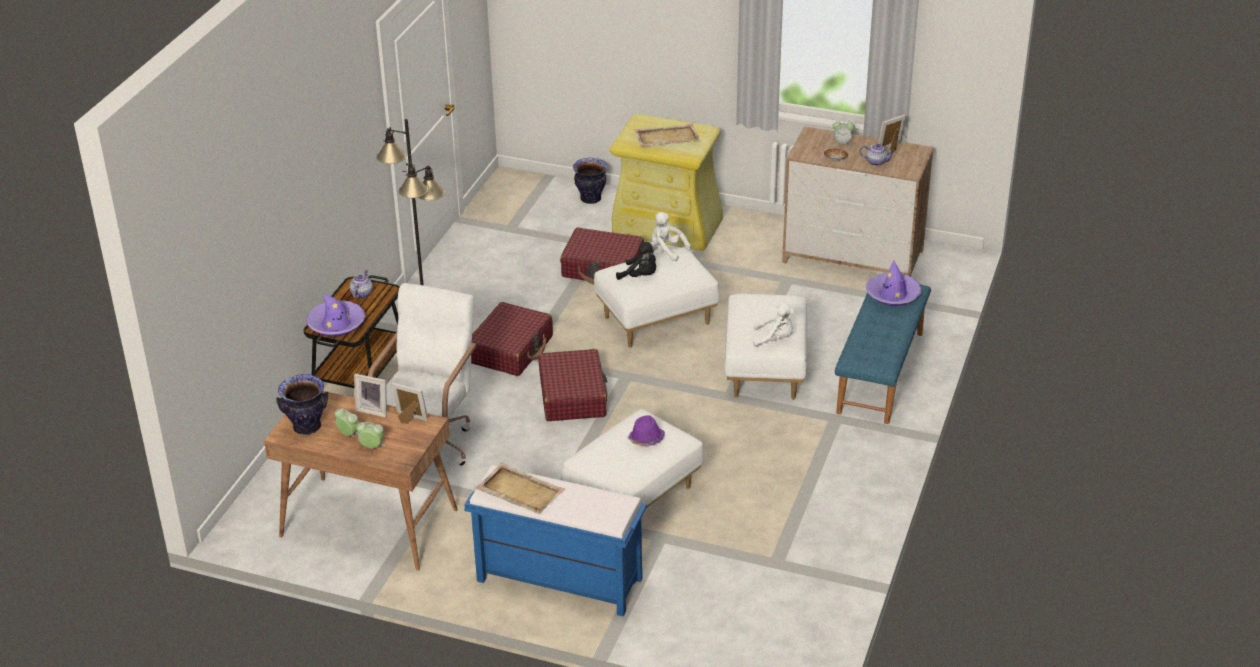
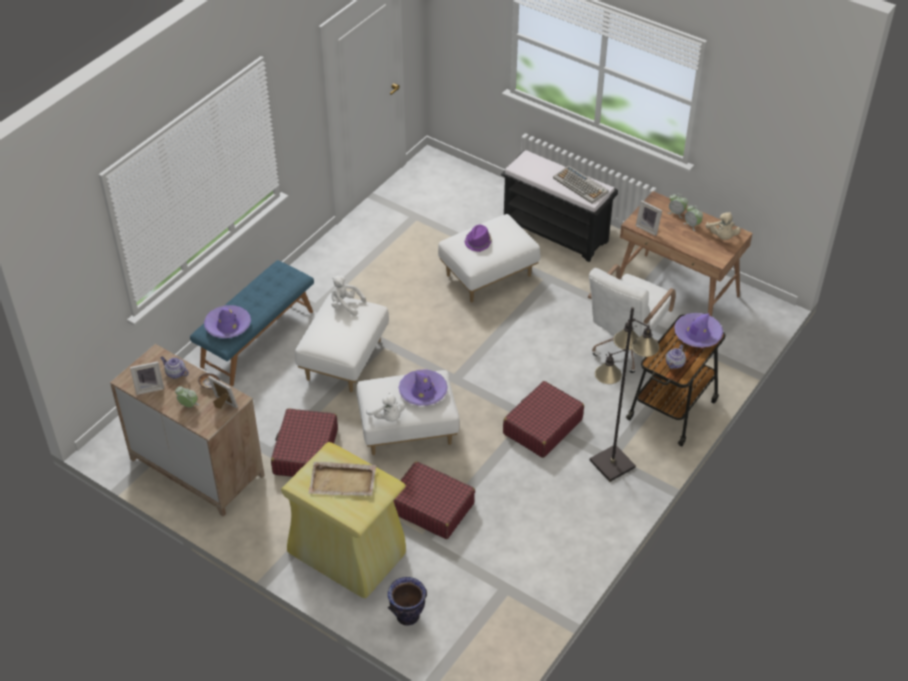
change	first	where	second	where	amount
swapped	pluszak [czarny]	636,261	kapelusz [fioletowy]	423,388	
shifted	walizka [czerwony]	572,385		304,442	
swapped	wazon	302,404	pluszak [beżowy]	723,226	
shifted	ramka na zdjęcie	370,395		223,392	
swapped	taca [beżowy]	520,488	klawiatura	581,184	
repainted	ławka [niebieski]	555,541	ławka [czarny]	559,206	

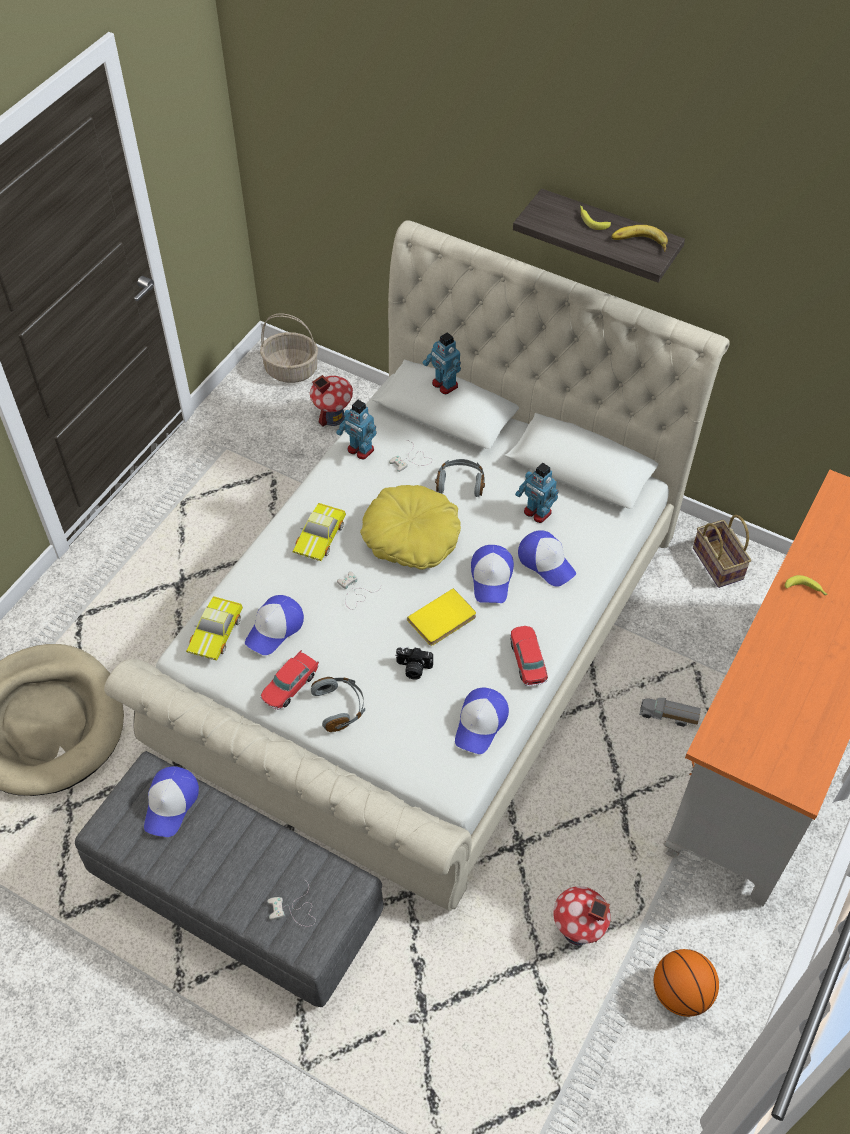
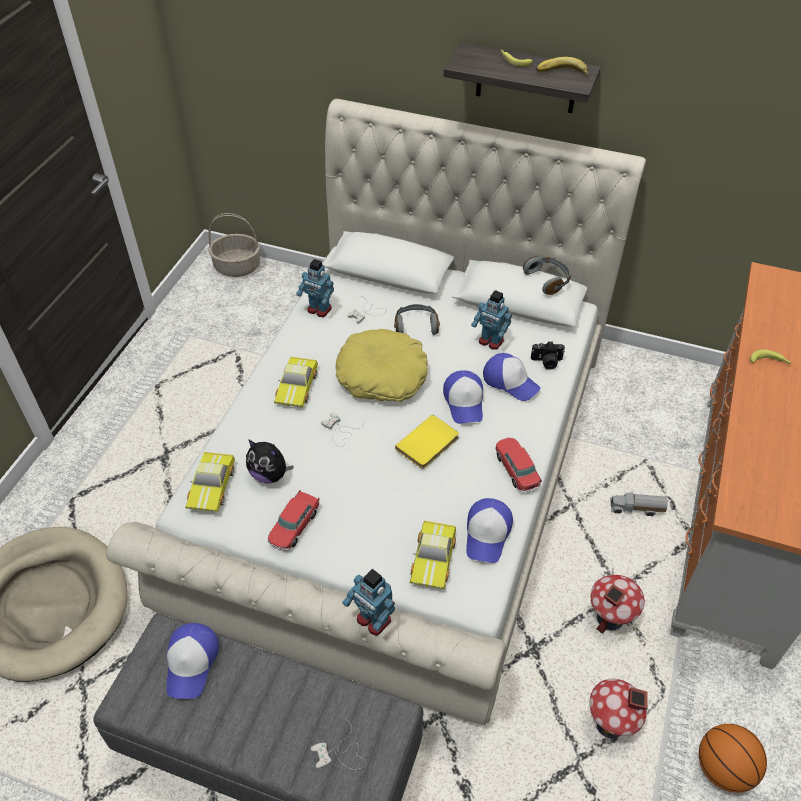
change	first	where	second	where	amount
shifted	robot zabawkowy	442,363		368,602	
shifted	domek	331,401		617,604	
gone	koszyk	722,551			
swapped	czapka z daszkiem	274,625	pluszak	270,461	
shifted	aparat fotograficzny	414,663		548,355	
shifted	słuchawki [szary]	338,704		547,275	
new			samochodzik	433,555	

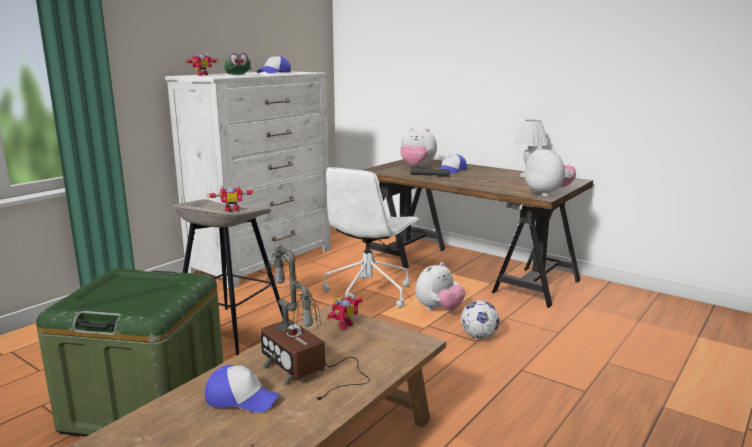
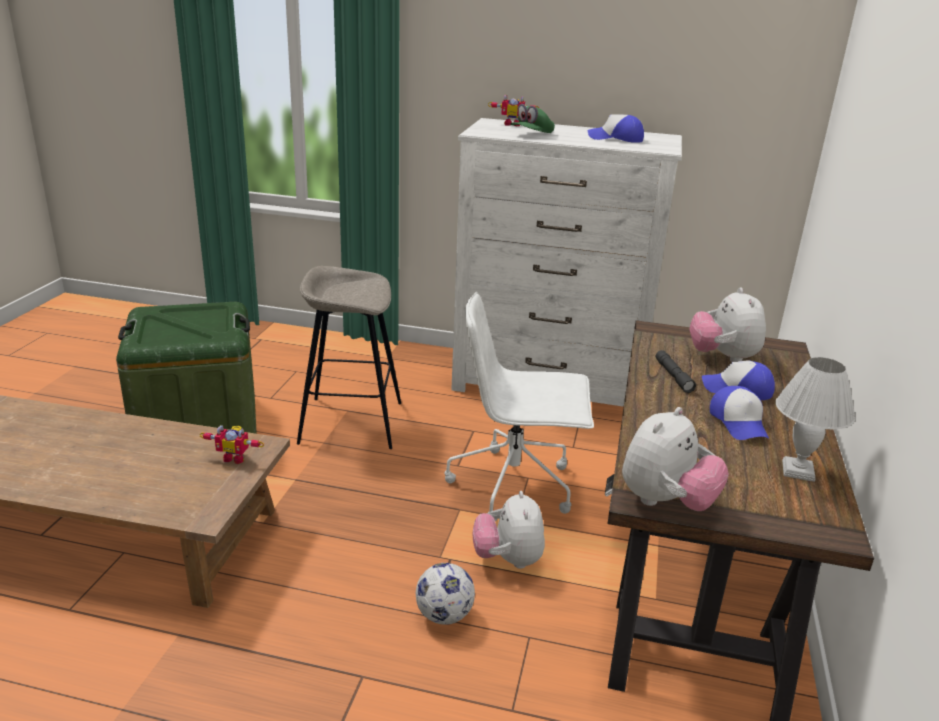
change	first	where	second	where	amount
gone	robot zabawkowy	230,198			
gone	lampa stołowa	315,323			
rotated	pluszak	440,286		509,530	60 degrees clockwise
shifted	czapka z daszkiem	242,389		739,413	

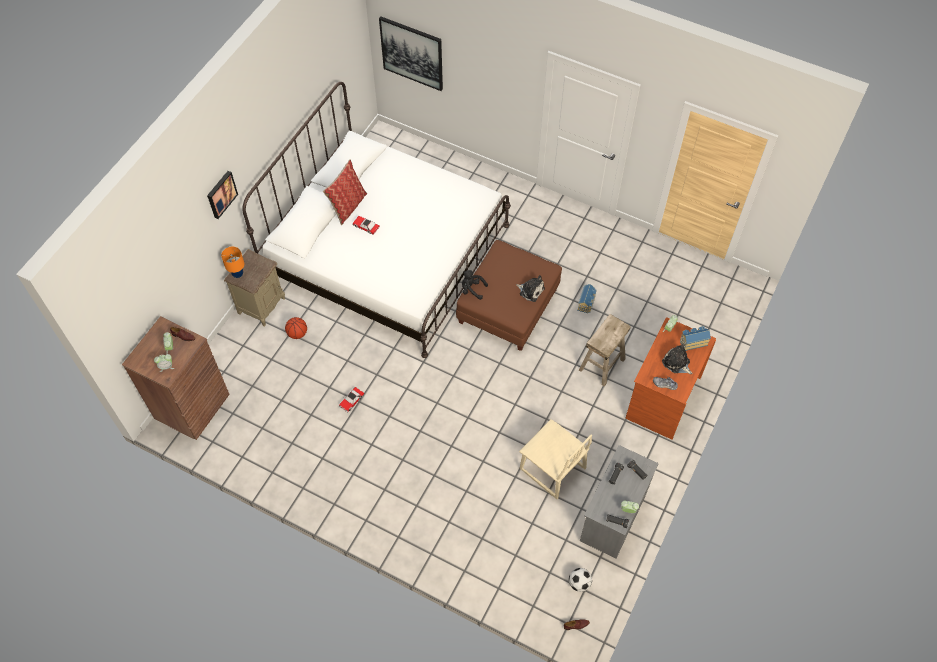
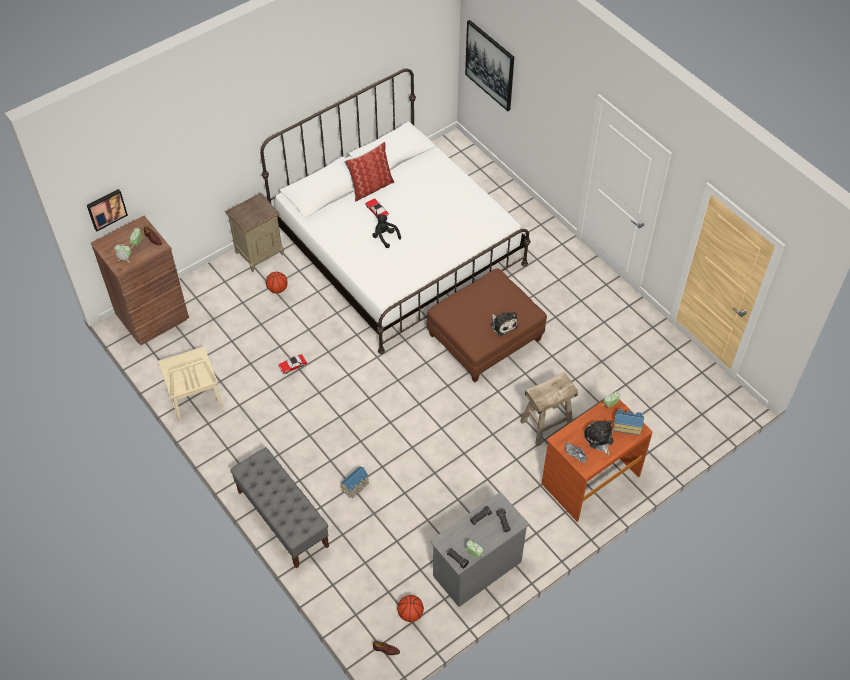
change	first	where	second	where	amount
shifted	obraz	222,195		107,210	
gone	lampa stołowa [pomarańczowy]	232,262			
shifted	pluszak [czarny]	475,285		386,231	
shifted	domek	587,298		355,482	
shifted	krzesło [beżowy]	555,459		190,384	
swapped	piłka futbolowa	580,580	piłka do koszykówki	410,608	
new			ławka [szary]	279,507	

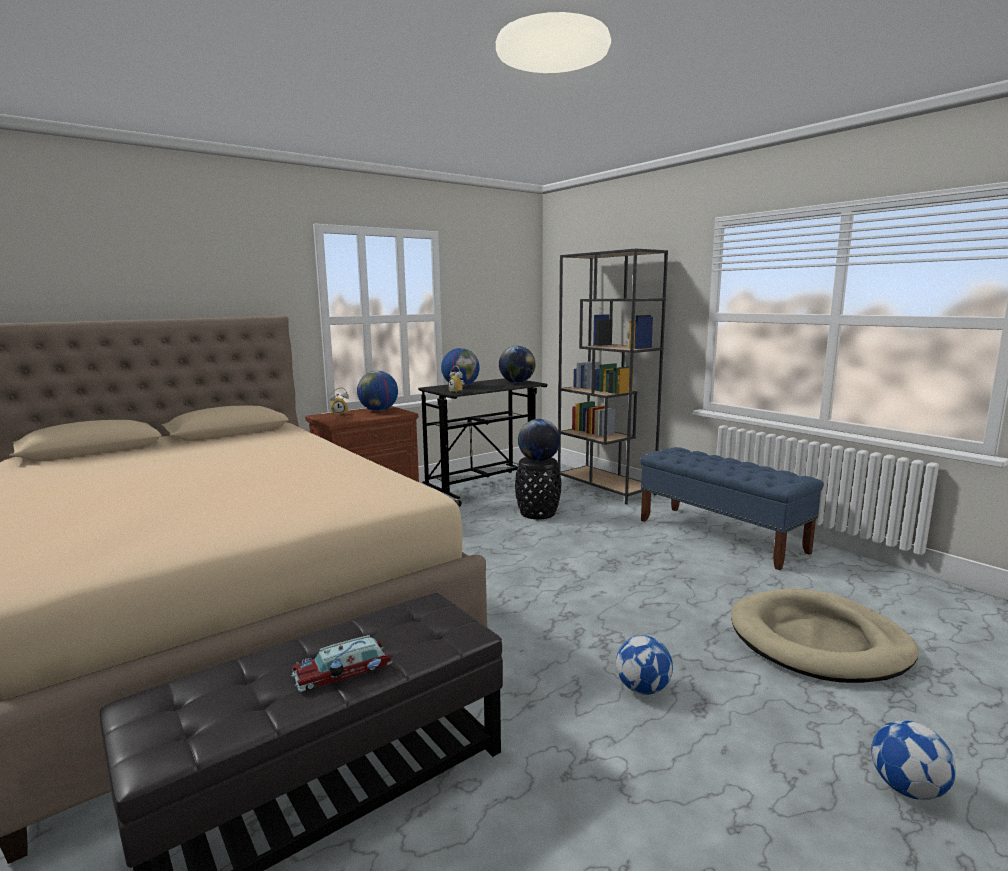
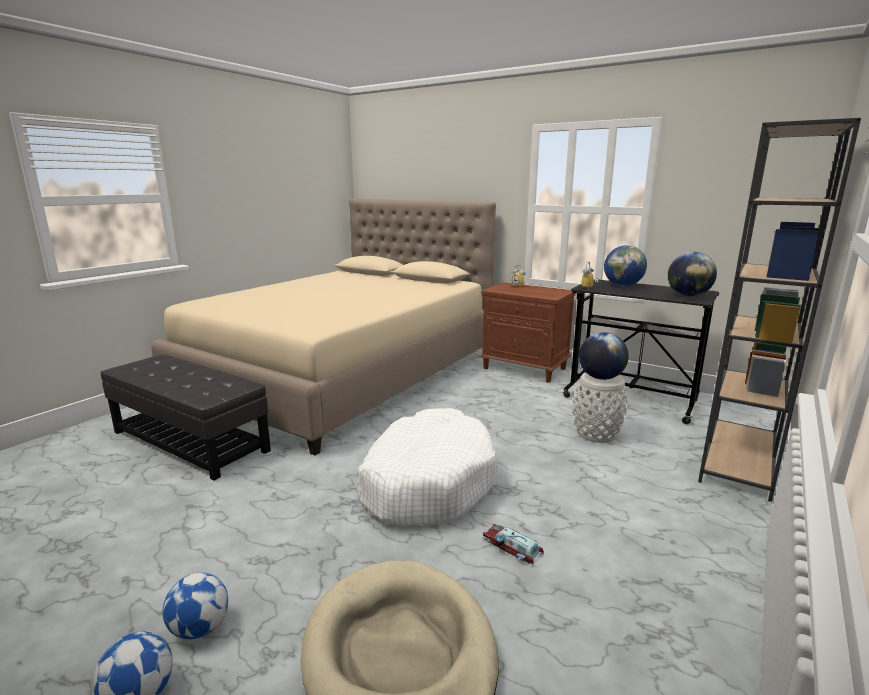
change	first	where	second	where	amount
gone	globus	377,391			
gone	ławka [niebieski]	732,508			
repainted	stołek [czarny]	538,488	stołek [biały]	600,407	
shifted	samochodzik	342,663		513,544	
shifted	piłka futbolowa	644,665		195,606	
new			legowisko [biały]	427,467	

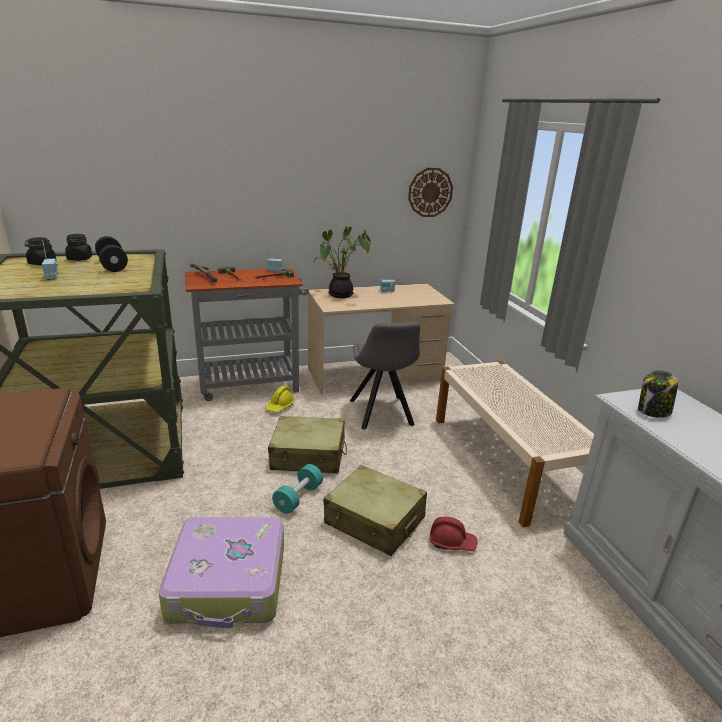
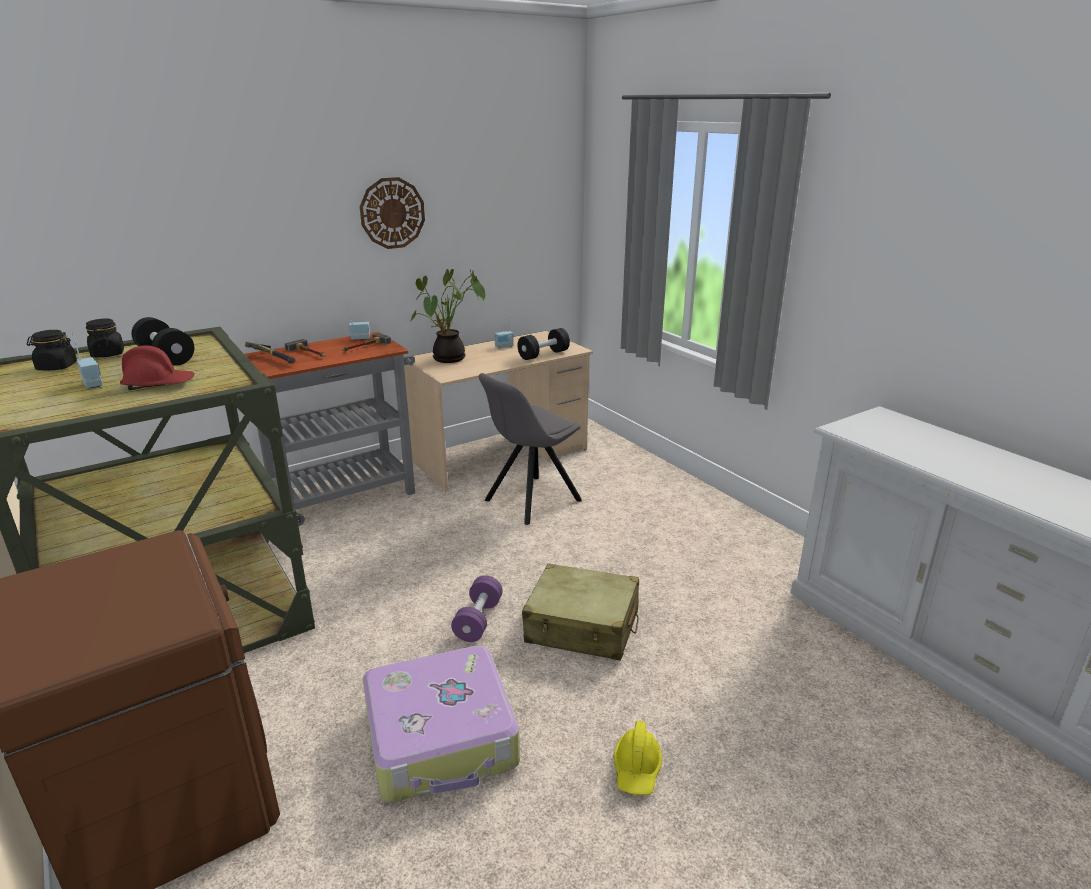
change	first	where	second	where	amount
shifted	zegar ścienny	430,192		392,213	
rotated	krzesło [szary]	385,376		530,449	75 degrees clockwise
gone	ławka [beżowy]	515,444			
gone	słoik	658,394			
shifted	kask [żółty]	280,399		638,758	
gone	walizka [beżowy]	307,445			
repainted	hantel [turkusowy]	297,489	hantel [fioletowy]	477,608	
shifted	kask [czerwony]	454,534		157,367	
new			hantel [czarny]	543,344	

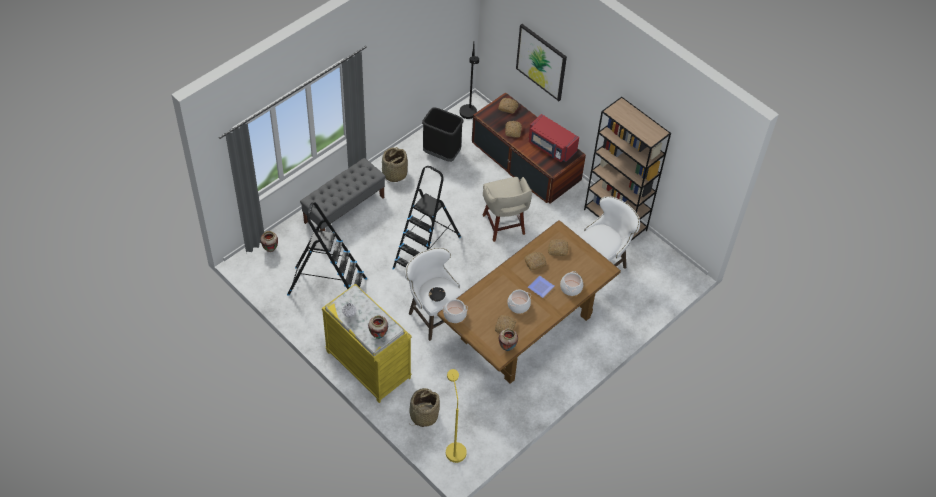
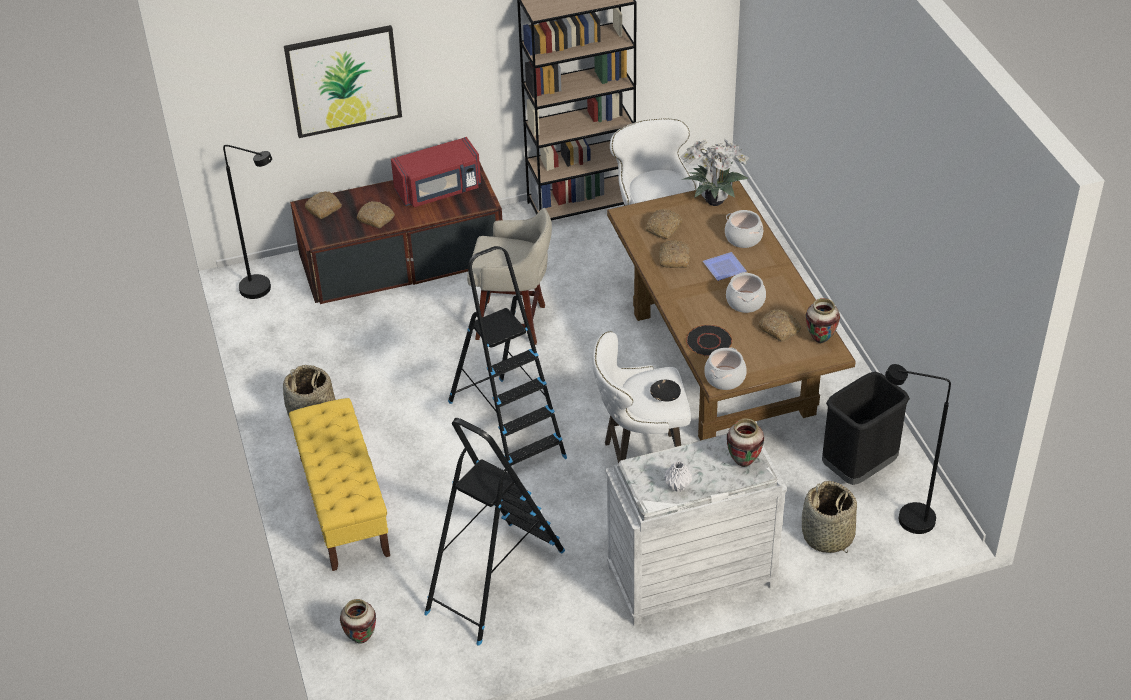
change	first	where	second	where	amount
shifted	kosz na śmieci [czarny]	442,134		866,428	
repainted	ławka [szary]	343,194	ławka [żółty]	339,484	
repainted	komoda [żółty]	366,343	komoda [biały]	696,530	
repainted	lampa stojąca [żółty]	456,416	lampa stojąca [czarny]	918,449	
new			roślina doniczkowa	715,172	
new			talerz [czarny]	709,341	

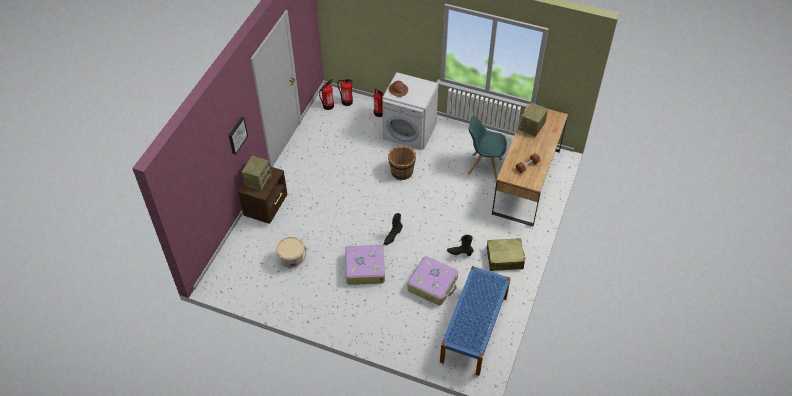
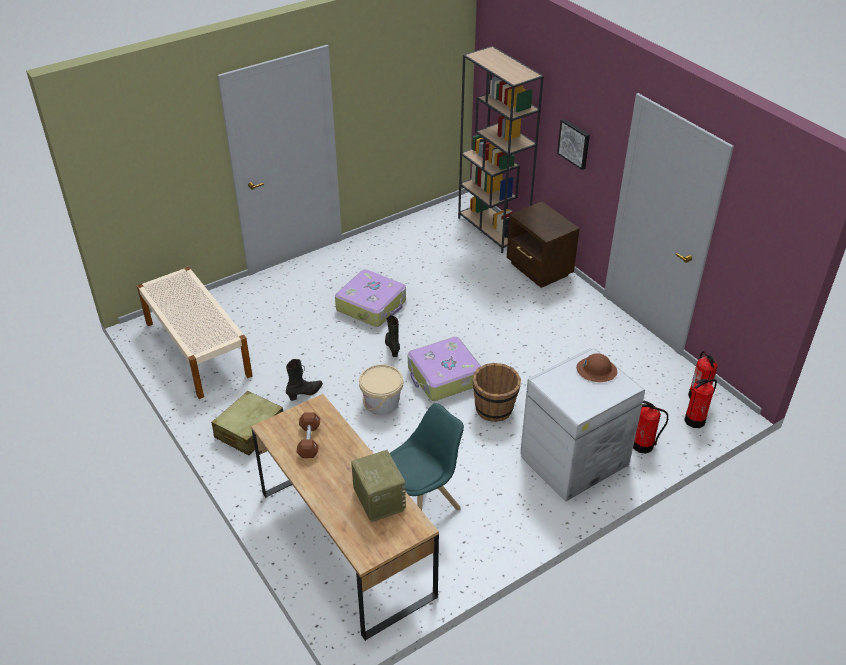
change	first	where	second	where	amount
gone	radio	257,173			
shifted	wiadro [beżowy]	291,253		381,389	
shifted	walizka	433,280		444,369	
repainted	ławka [niebieski]	475,321	ławka [beżowy]	195,333	
new			regał	501,149	

